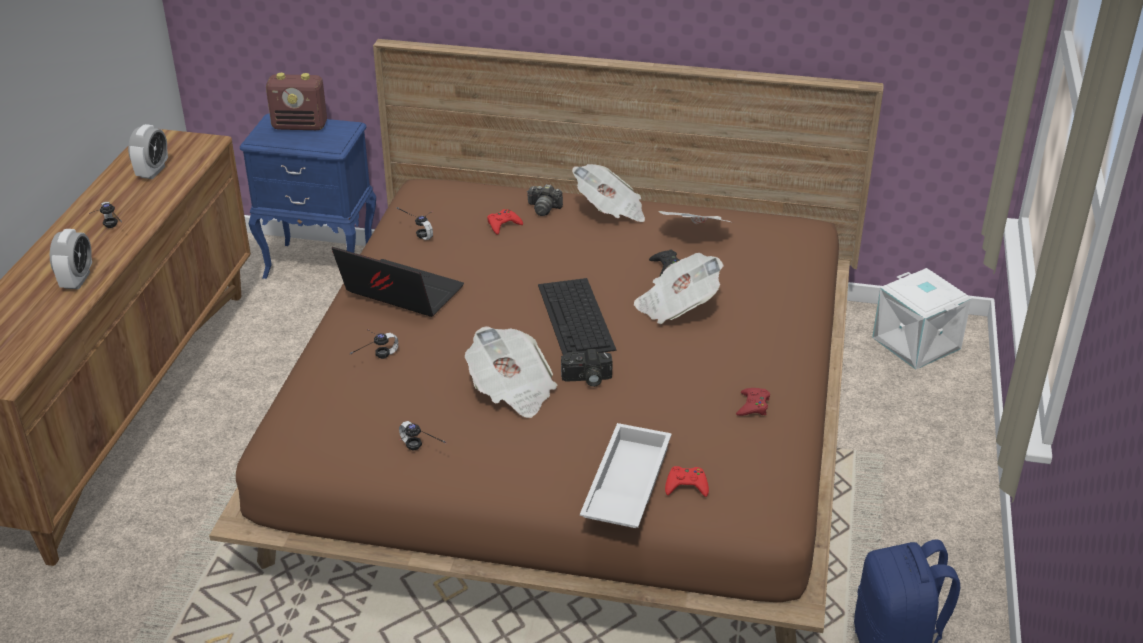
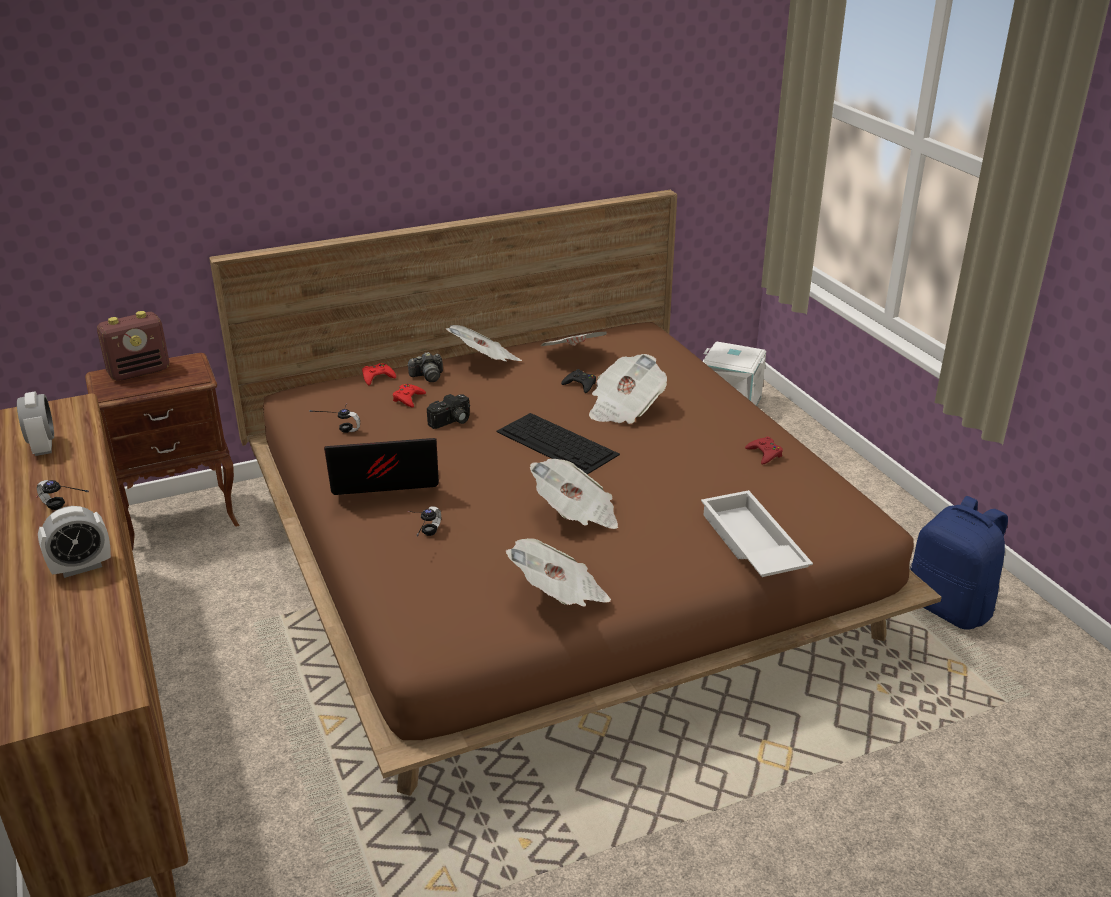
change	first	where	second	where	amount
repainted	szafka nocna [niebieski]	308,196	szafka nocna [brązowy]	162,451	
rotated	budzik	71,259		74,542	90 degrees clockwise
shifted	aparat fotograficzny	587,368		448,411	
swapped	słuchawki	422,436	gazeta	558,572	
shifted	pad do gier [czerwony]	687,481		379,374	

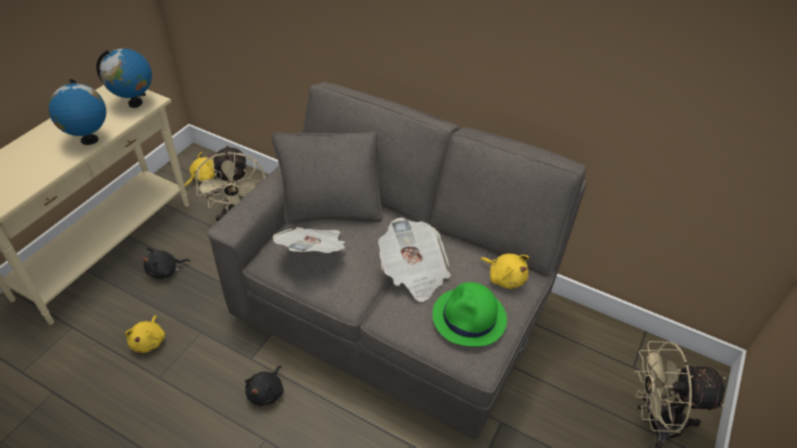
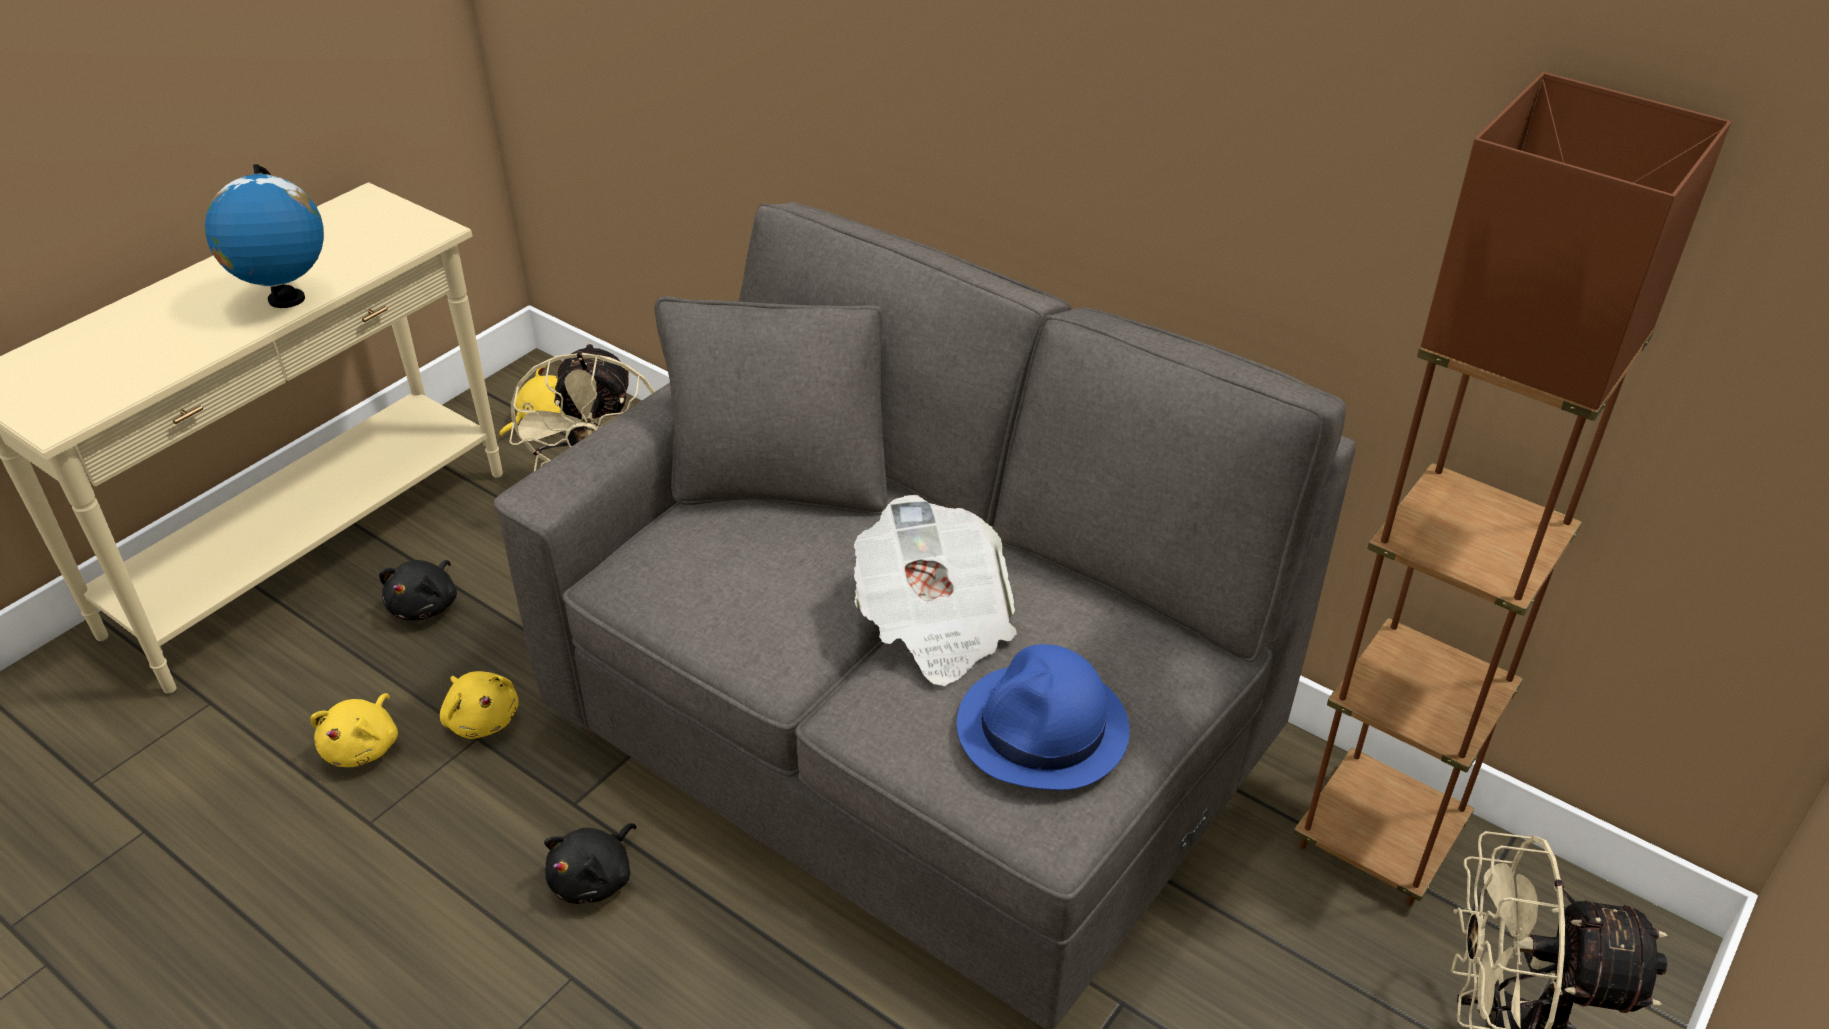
change	first	where	second	where	amount
gone	globus	124,78			
gone	gazeta	309,240			
rotated	pluszak [czarny]	166,263		418,590	60 degrees counterclockwise
shifted	pluszak [żółty]	504,271		479,705	
repainted	kapelusz [zielony]	469,314	kapelusz [niebieski]	1043,717	
new			lampa stojąca [brązowy]	1513,489	

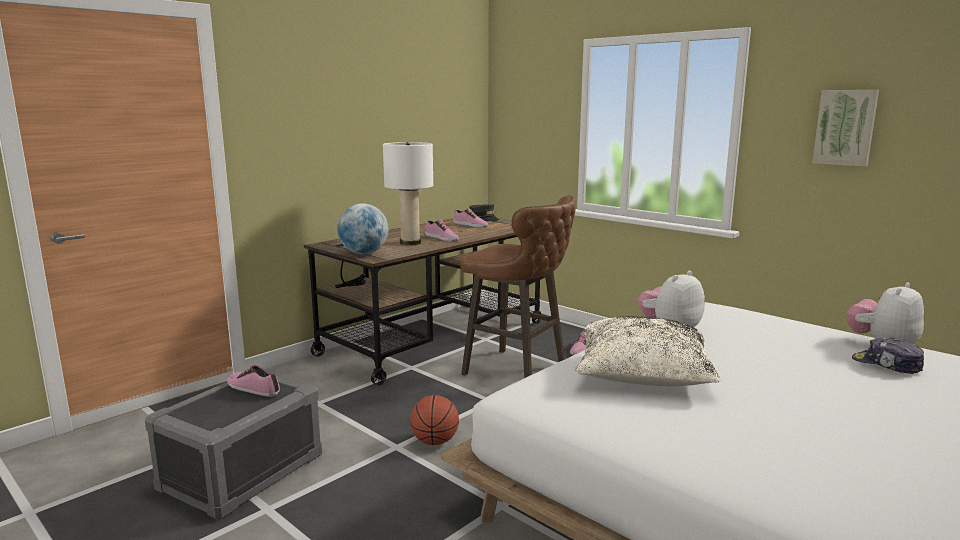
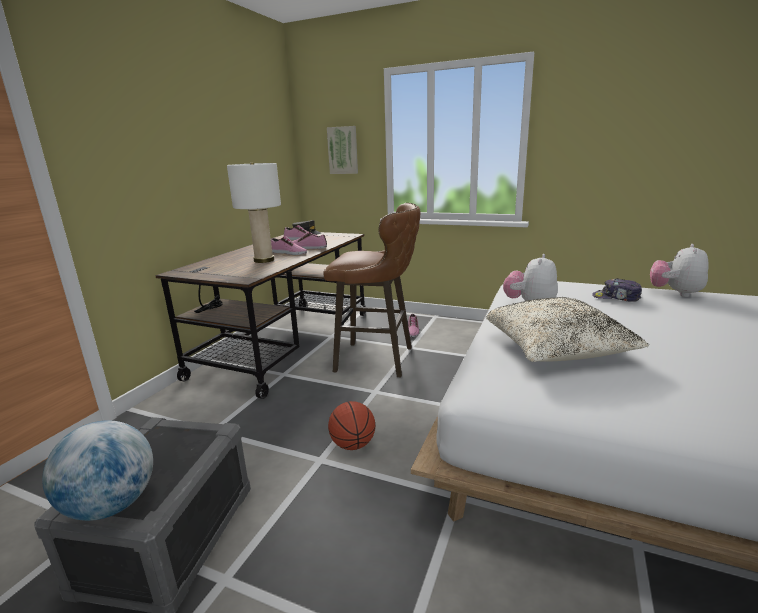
change	first	where	second	where	amount
shifted	obraz	845,128		342,150	
shifted	globus	363,228		97,470	
shifted	czapka z daszkiem	888,355		617,290	
shifted	but	253,381		310,240	

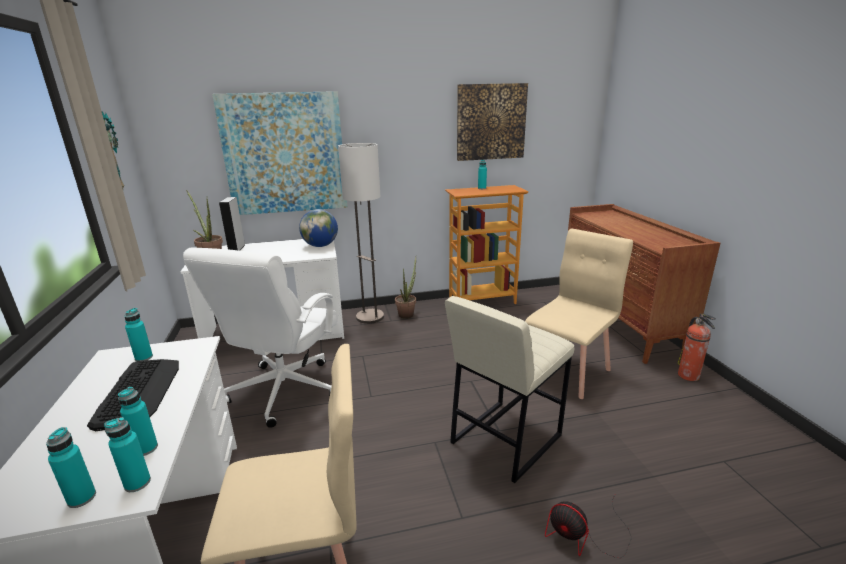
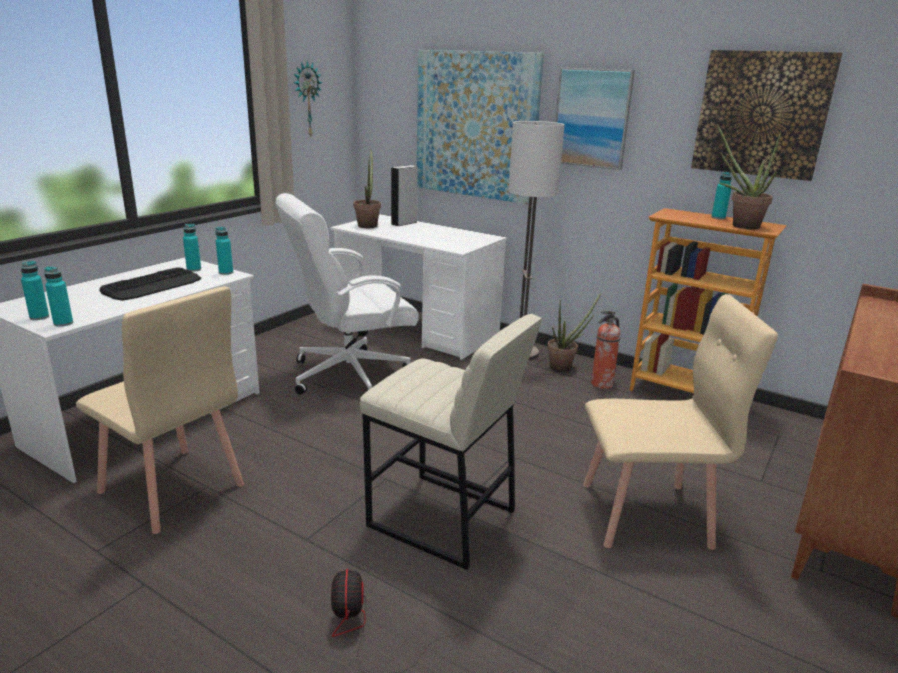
change	first	where	second	where	amount
gone	globus	318,228			
rotated	krzesło [beżowy]	509,389		451,442	150 degrees counterclockwise
shifted	gaśnica	696,347		606,350	
shifted	butelka [turkusowy]	138,421		224,251	
new			obraz	595,119	
new			roślina doniczkowa	749,176	

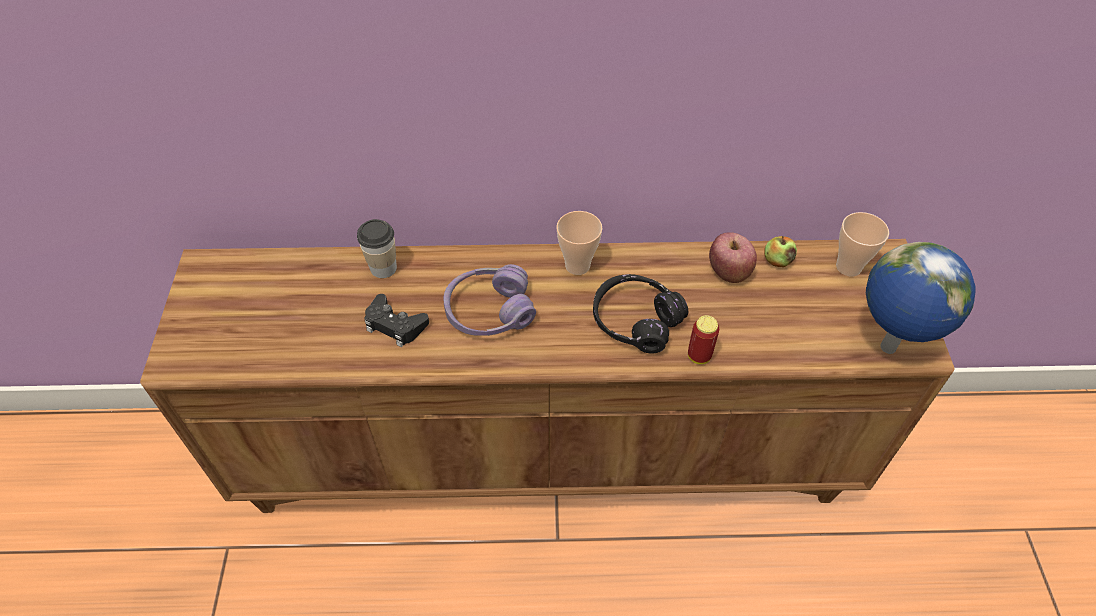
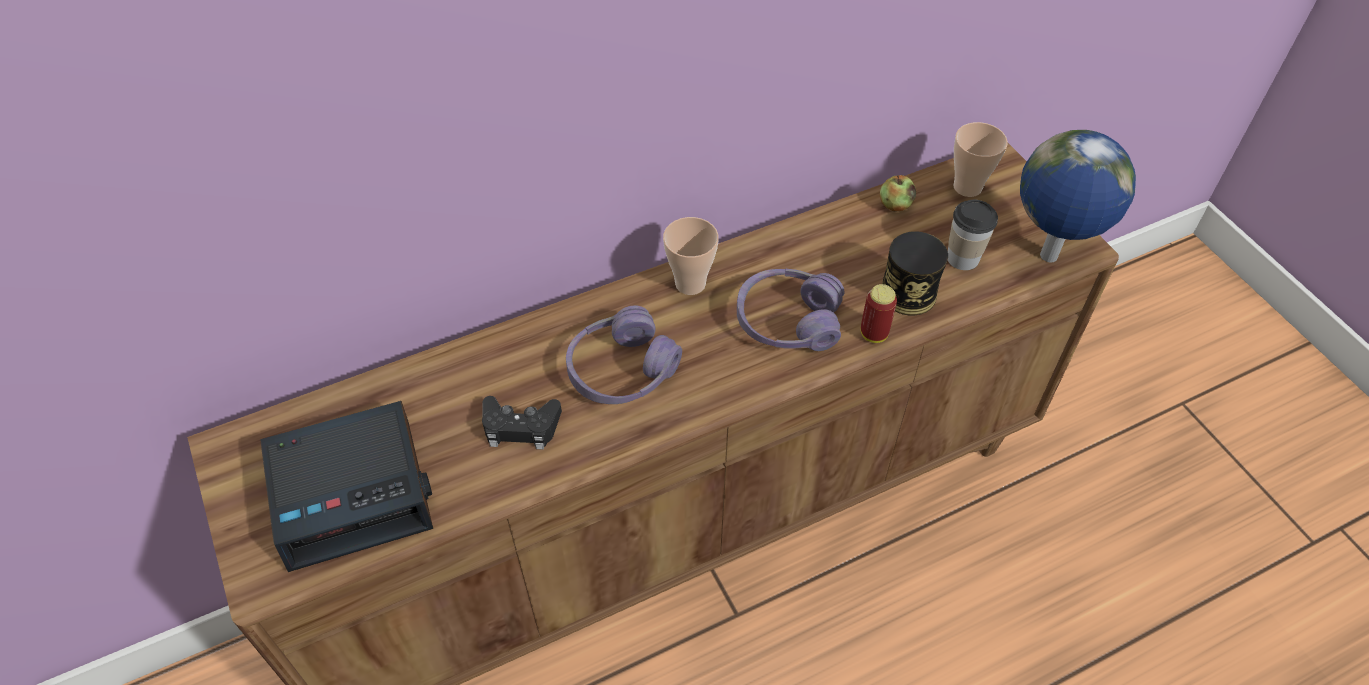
change	first	where	second	where	amount
shifted	filiżanka	377,248		973,235	
gone	jabłko	733,257			
repainted	słuchawki [czarny]	640,314	słuchawki [fioletowy]	791,310	
new			puszka	915,273	
new			budzik	347,486	

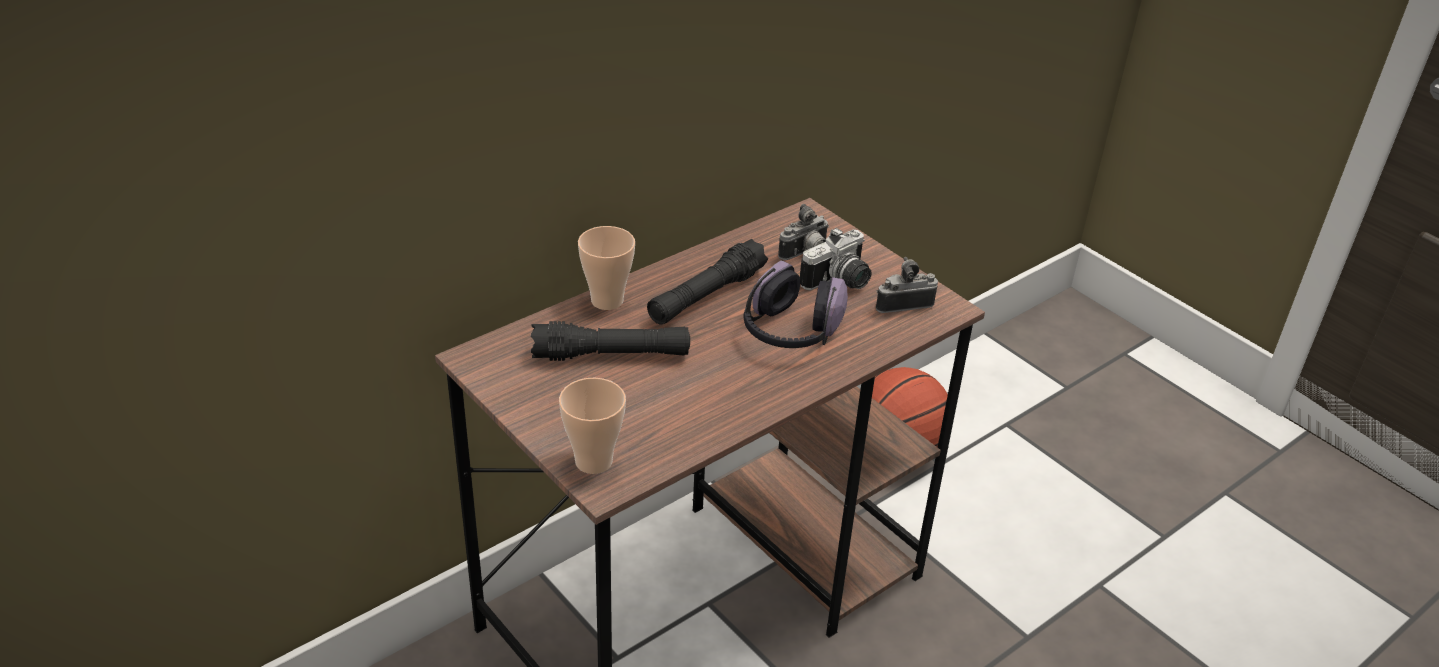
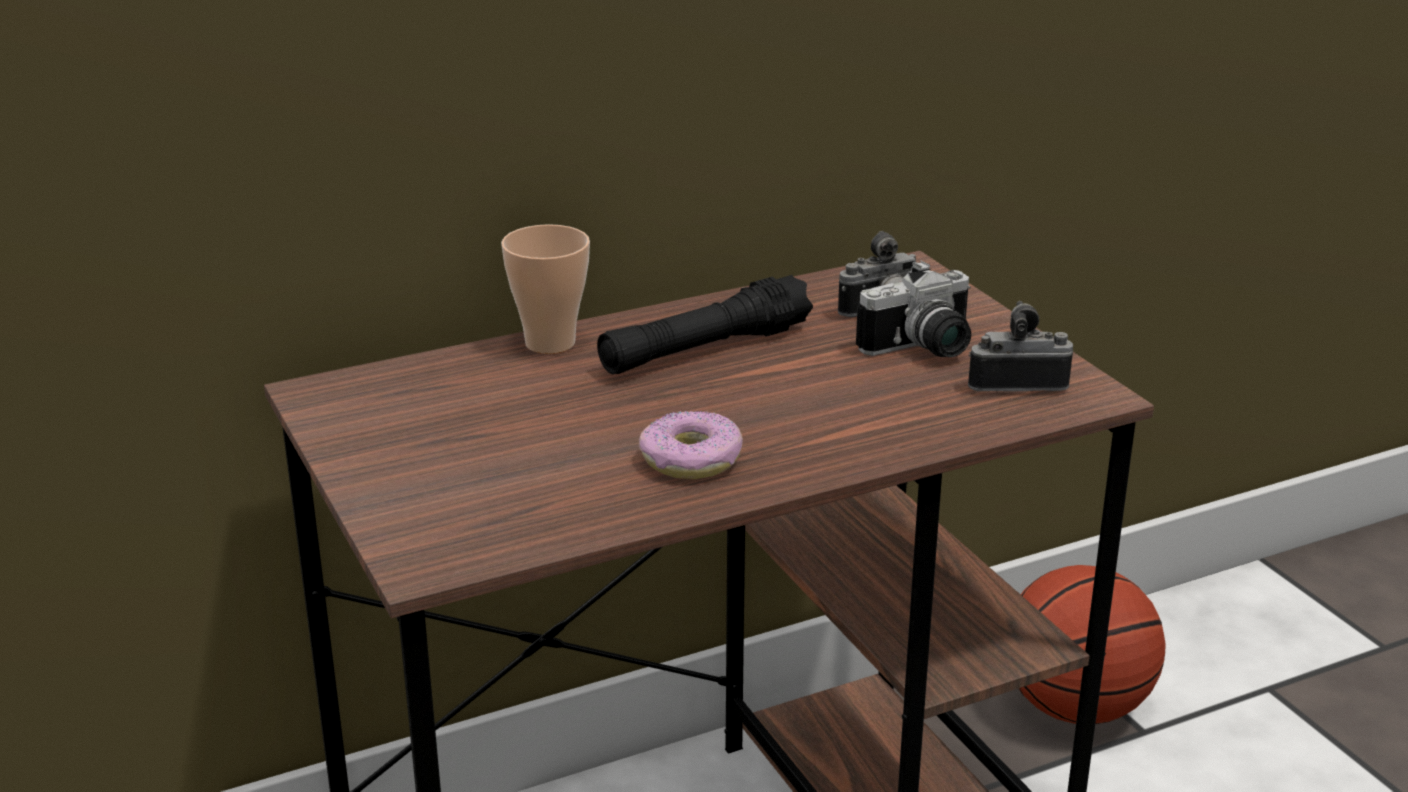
change	first	where	second	where	amount
gone	słuchawki	796,304			
gone	latarka [czarny]	610,341			
gone	filiżanka	592,426			
new			donut	691,445	

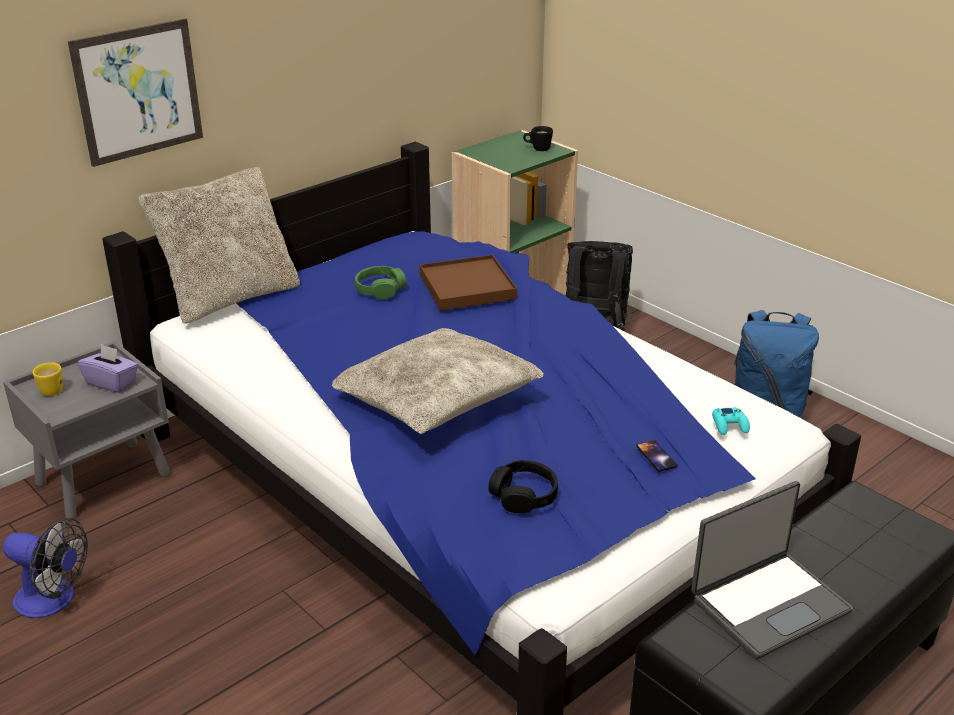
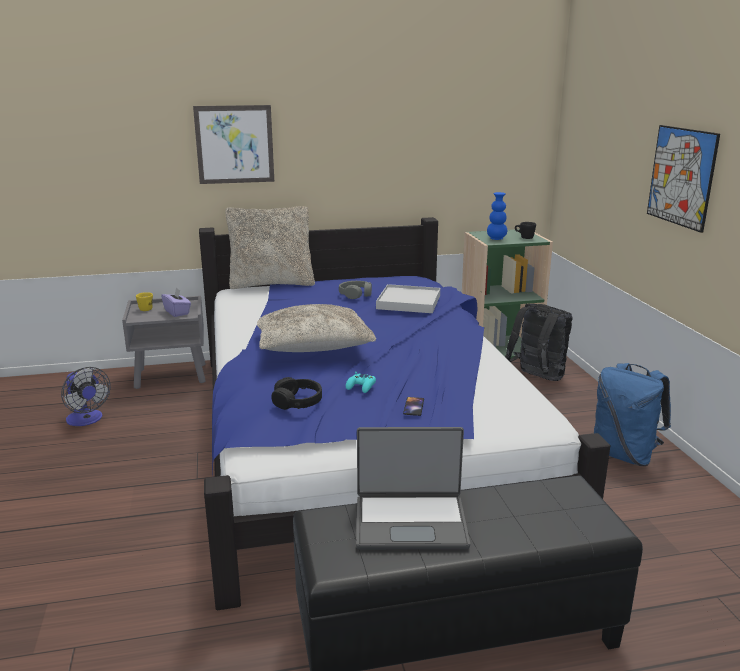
change	first	where	second	where	amount
repainted	taca [brązowy]	468,283	taca [biały]	408,298	
repainted	słuchawki [zielony]	380,282	słuchawki [szary]	355,290	
shifted	pad do gier [turkusowy]	731,421		361,382	
new			obraz	683,179	
new			wazon [niebieski]	497,216	

